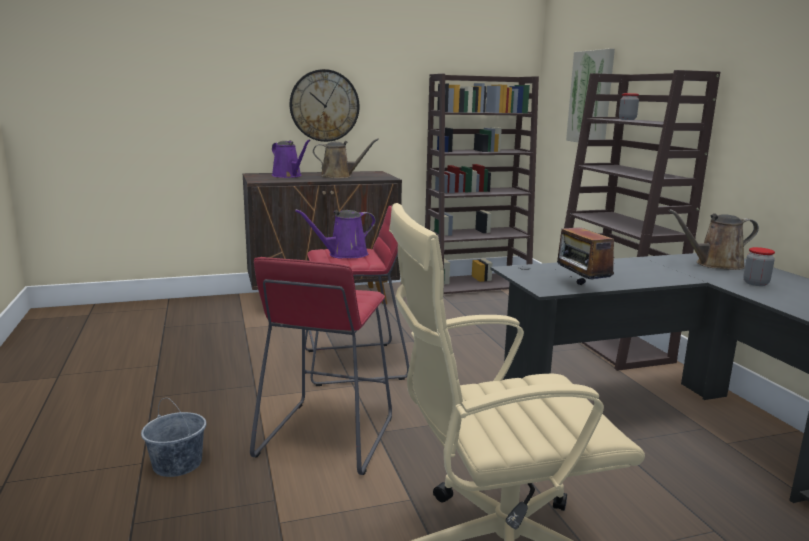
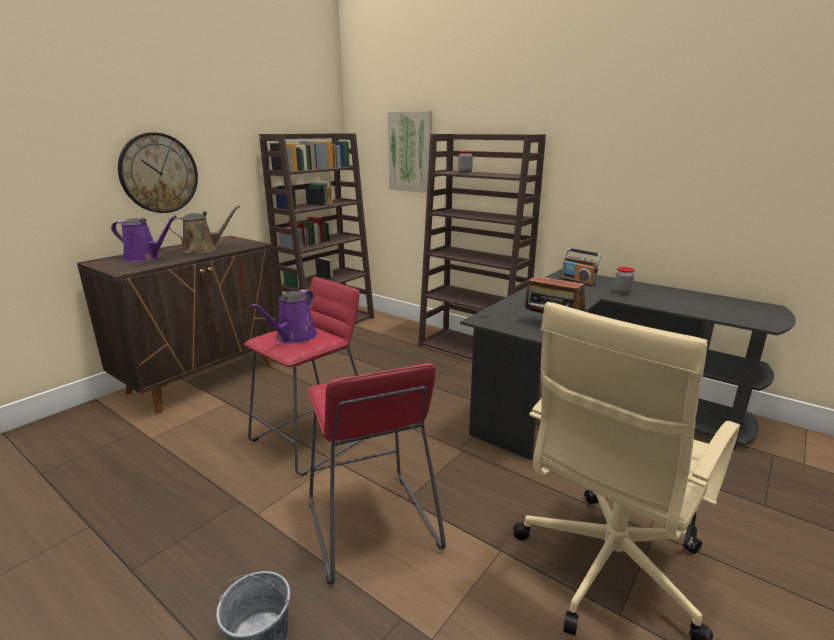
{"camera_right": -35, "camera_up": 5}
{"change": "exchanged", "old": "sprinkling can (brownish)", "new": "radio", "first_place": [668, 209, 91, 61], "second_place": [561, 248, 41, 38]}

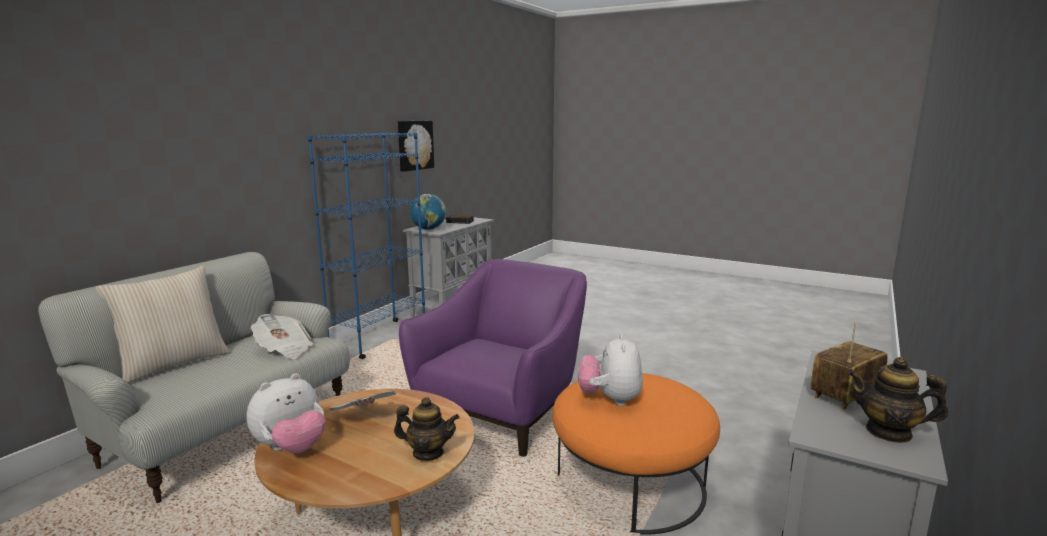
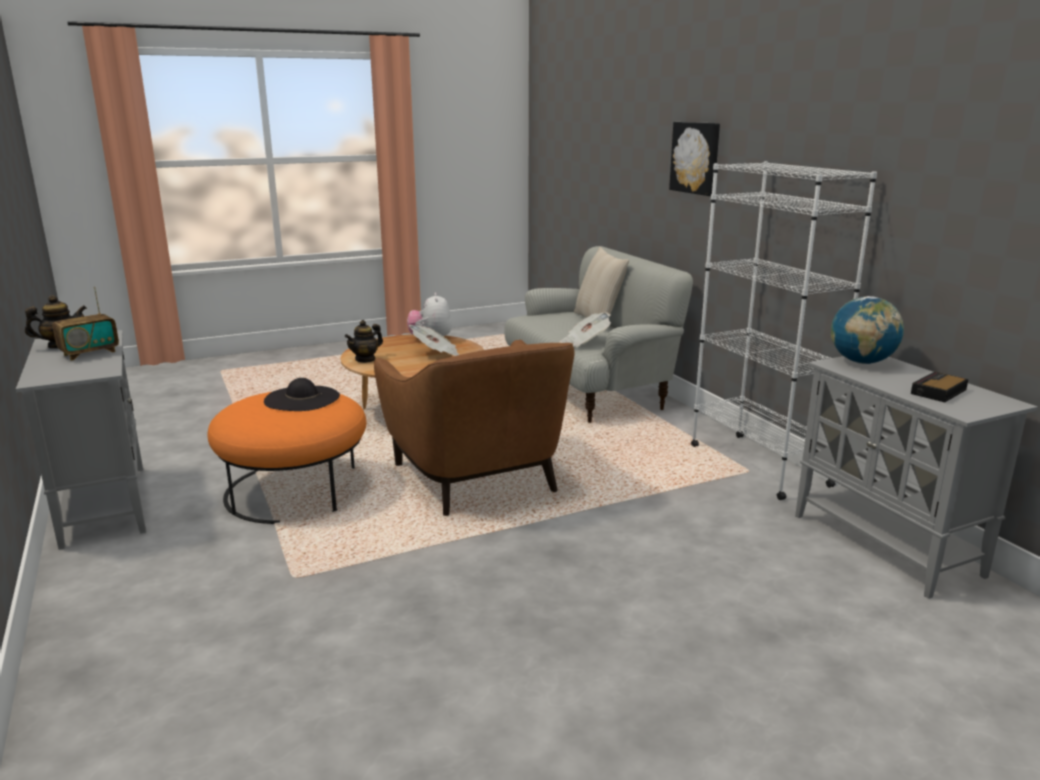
{"camera_right": 125, "camera_up": 5}
{"change": "relocated", "old": "wall art", "first_place": [398, 121, 36, 51], "second_place": [669, 122, 51, 74]}
{"change": "exchanged", "old": "soft toy", "new": "wearable hat (blackish)", "first_place": [578, 334, 65, 72], "second_place": [264, 378, 76, 33]}
{"change": "colour", "old": "bookcase (blue)", "new": "bookcase (white)", "first_place": [308, 132, 117, 227], "second_place": [691, 161, 186, 339]}
{"change": "colour", "old": "armchair (purple)", "new": "armchair (brownish)", "first_place": [399, 259, 188, 198], "second_place": [374, 340, 200, 176]}
{"change": "spun", "old": "radio", "first_place": [811, 323, 77, 87], "second_place": [53, 287, 66, 74], "degrees": 45}

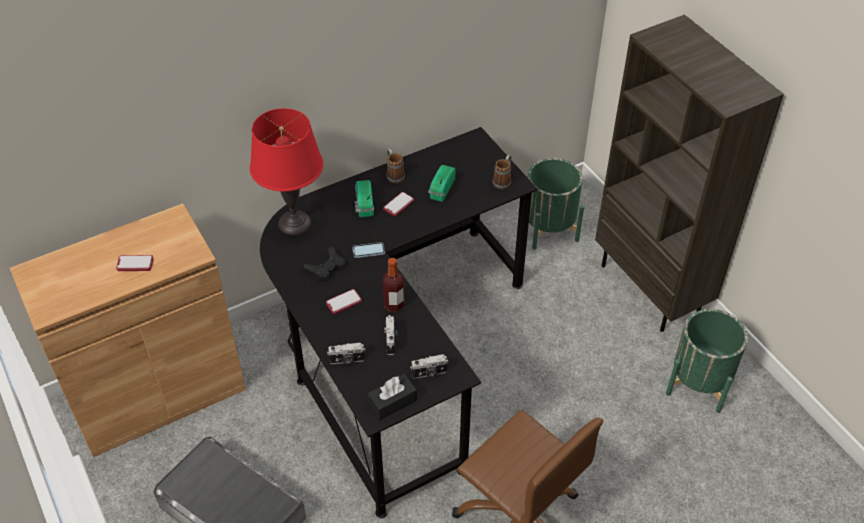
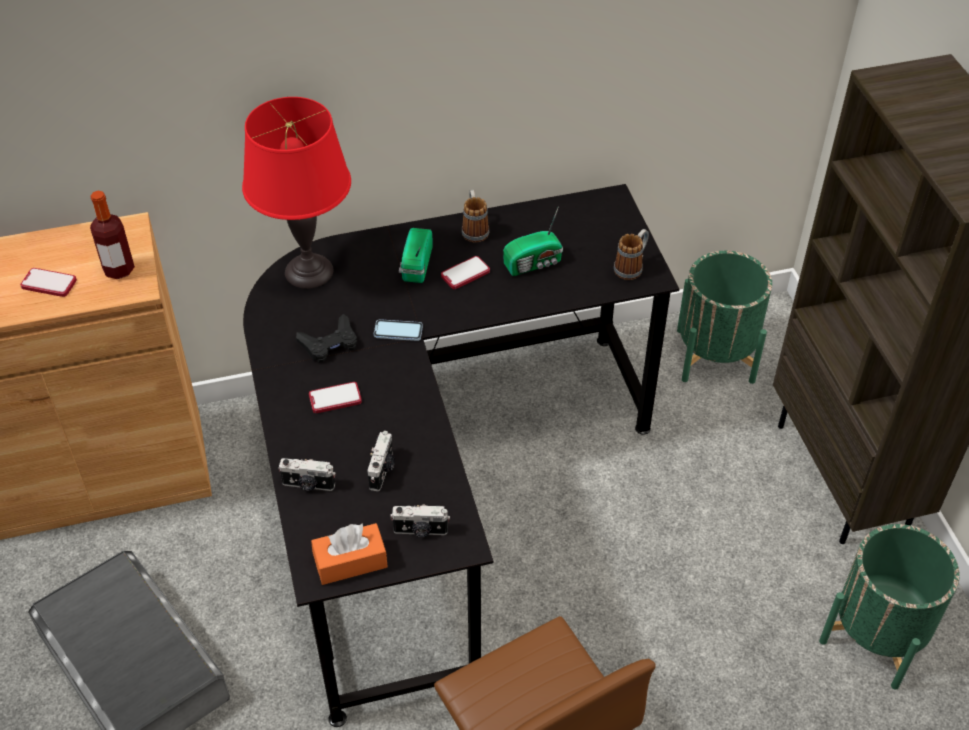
{"camera_right": 15, "camera_up": 0}
{"change": "relocated", "old": "beverage bottle", "first_place": [383, 258, 21, 54], "second_place": [90, 191, 45, 88]}
{"change": "colour", "old": "tissue holder (blackish)", "new": "tissue holder (orangey)", "first_place": [367, 374, 50, 46], "second_place": [311, 523, 77, 62]}
{"change": "spun", "old": "radio", "first_place": [428, 165, 28, 37], "second_place": [503, 206, 60, 70], "degrees": -150}

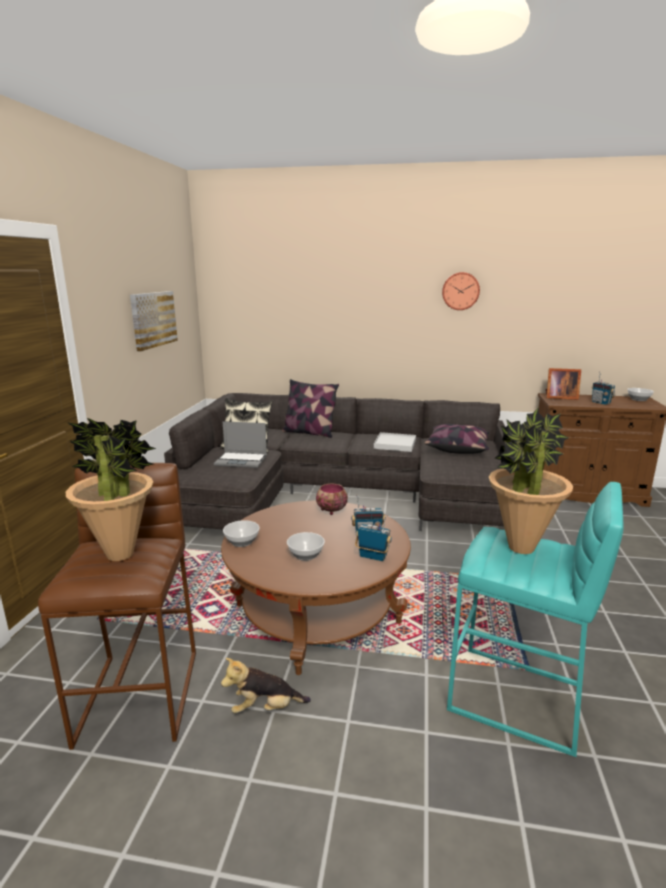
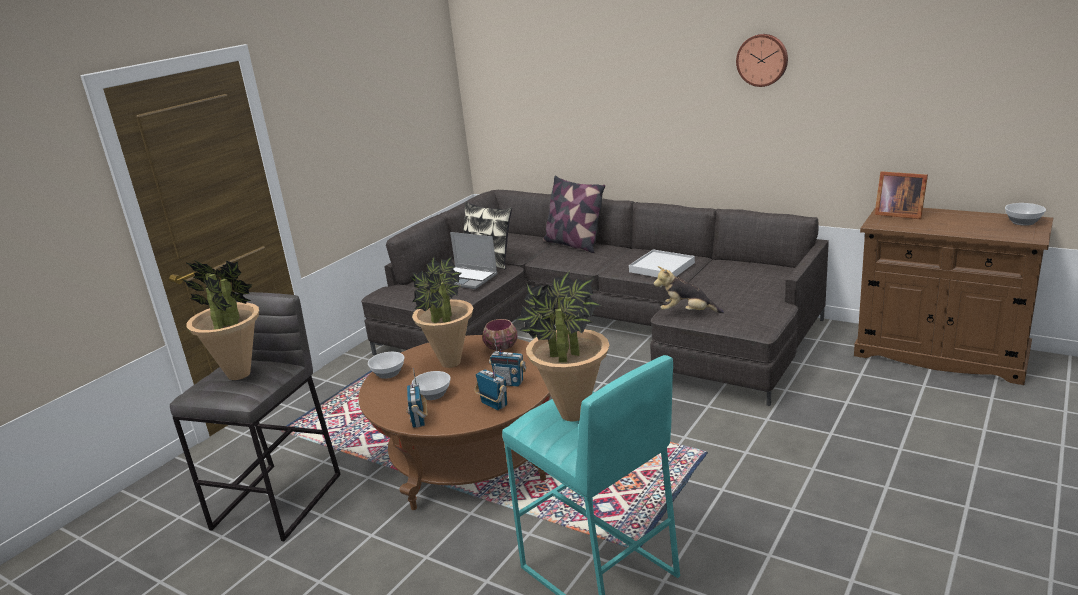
{"camera_right": 25, "camera_up": 5}
{"change": "missing", "old": "wall art", "first_place": [130, 291, 48, 60]}
{"change": "missing", "old": "pillow", "first_place": [424, 424, 66, 30]}
{"change": "appeared", "new": "houseplant", "second_place": [411, 257, 62, 111]}
{"change": "relocated", "old": "soft toy", "first_place": [221, 658, 90, 55], "second_place": [653, 266, 71, 47]}
{"change": "relocated", "old": "radio", "first_place": [592, 372, 23, 33], "second_place": [406, 368, 22, 60]}
{"change": "colour", "old": "stool (brownish)", "new": "stool (greyish)", "first_place": [38, 463, 158, 287], "second_place": [170, 292, 171, 249]}

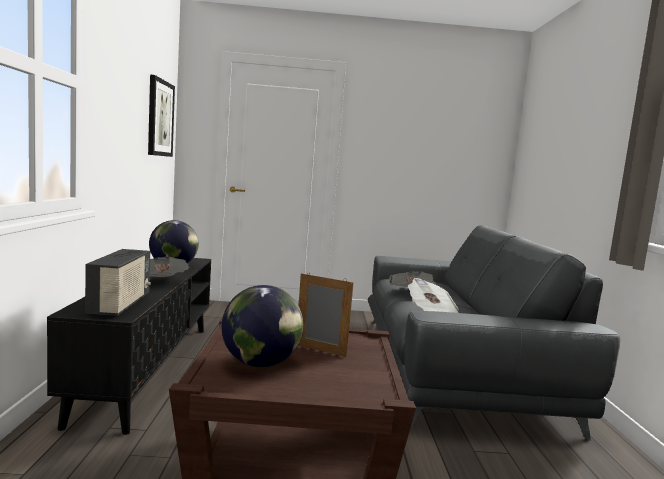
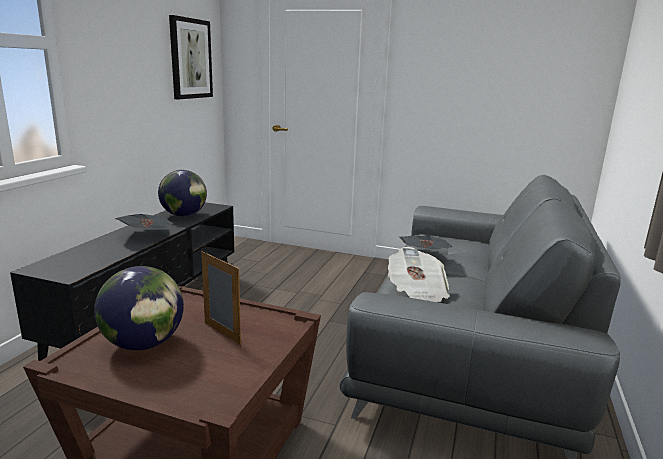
{"camera_right": 20, "camera_up": 10}
{"change": "missing", "old": "radio", "first_place": [85, 249, 66, 67]}

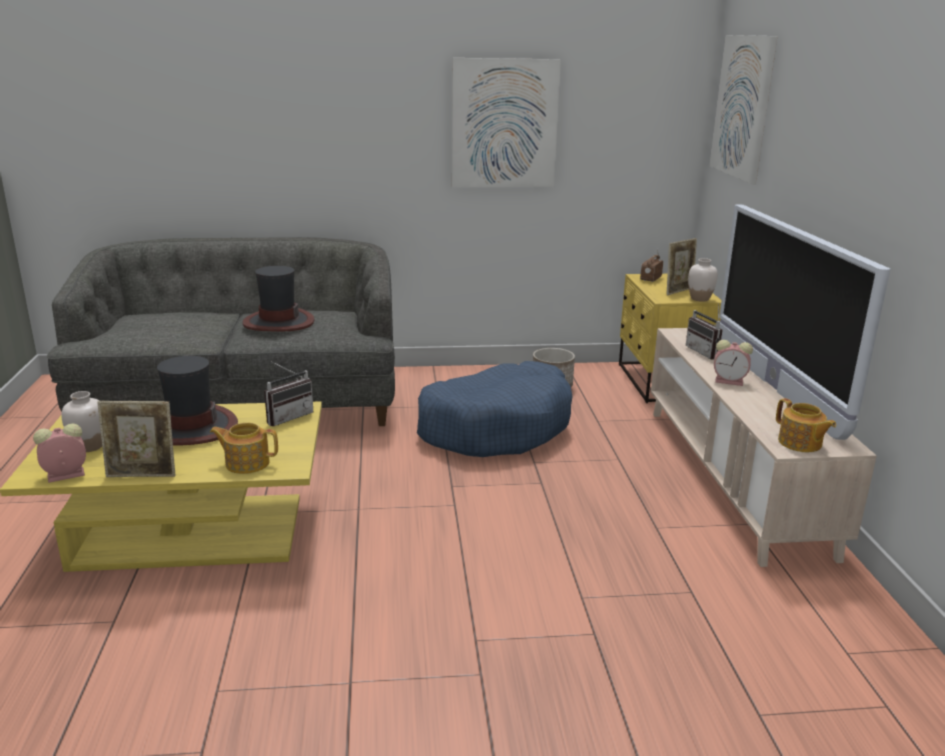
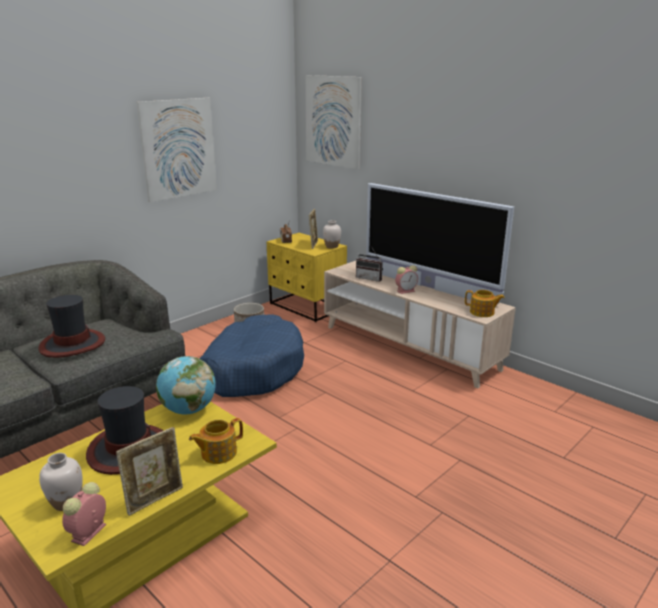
{"camera_right": -40, "camera_up": 0}
{"change": "exchanged", "old": "radio", "new": "world globe", "first_place": [264, 361, 49, 65], "second_place": [156, 356, 60, 58]}

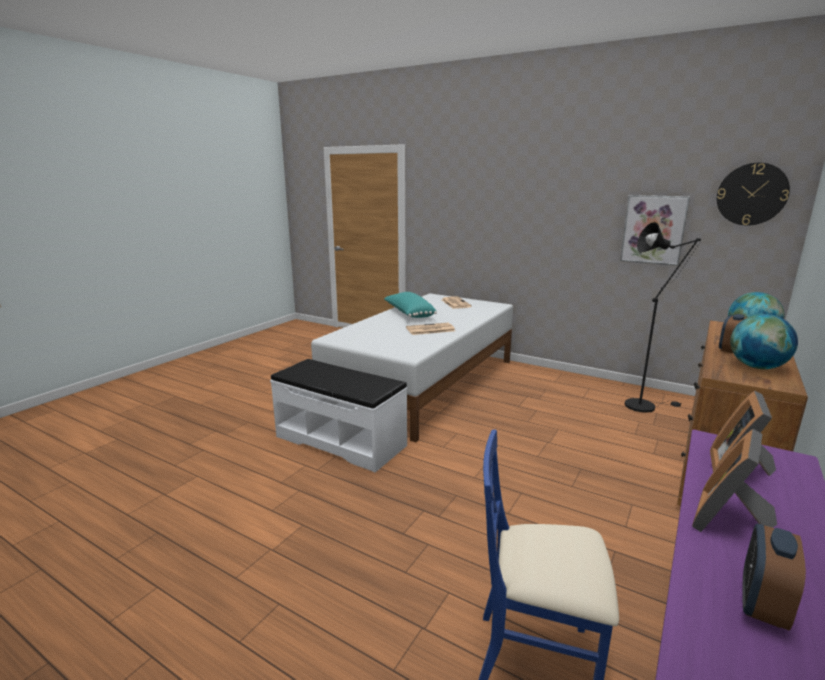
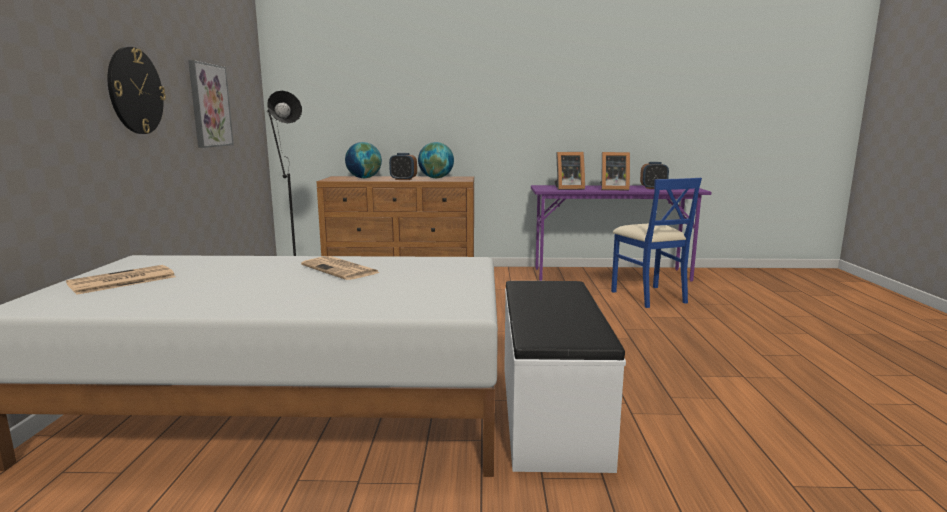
{"camera_right": -120, "camera_up": -5}
{"change": "missing", "old": "pillow (blue-green)", "first_place": [384, 292, 53, 26]}
{"change": "relocated", "old": "hanging clock", "first_place": [717, 163, 73, 63], "second_place": [108, 47, 58, 87]}

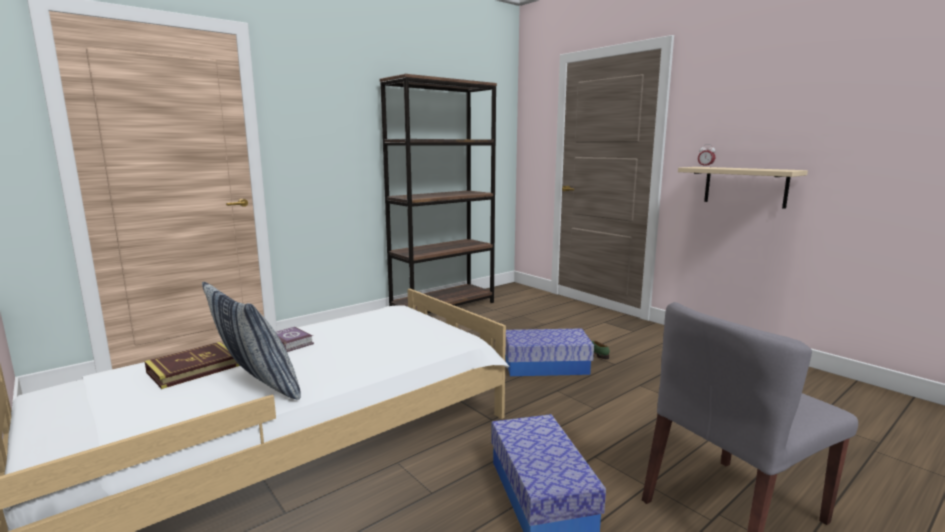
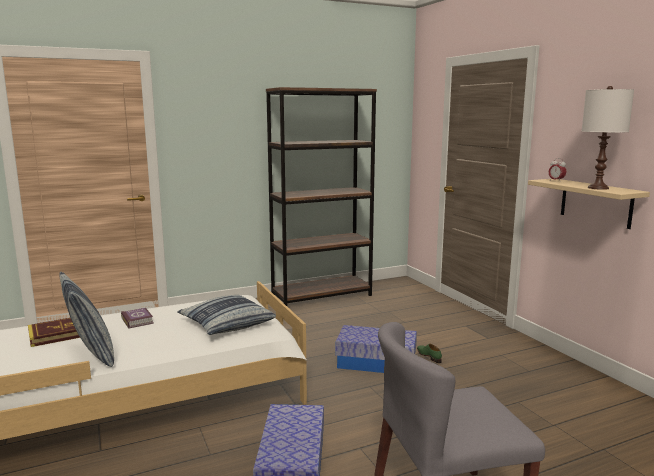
{"camera_right": 15, "camera_up": 0}
{"change": "appeared", "new": "pillow", "second_place": [177, 295, 99, 40]}
{"change": "appeared", "new": "lamp for a table (white)", "second_place": [582, 86, 52, 104]}

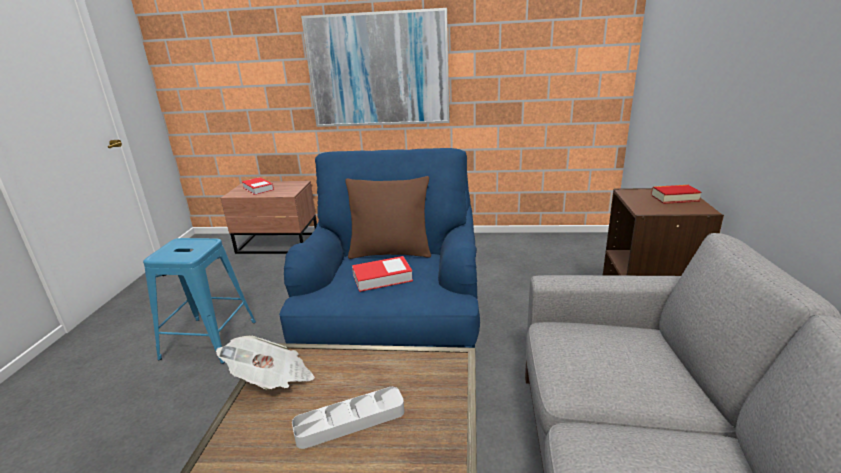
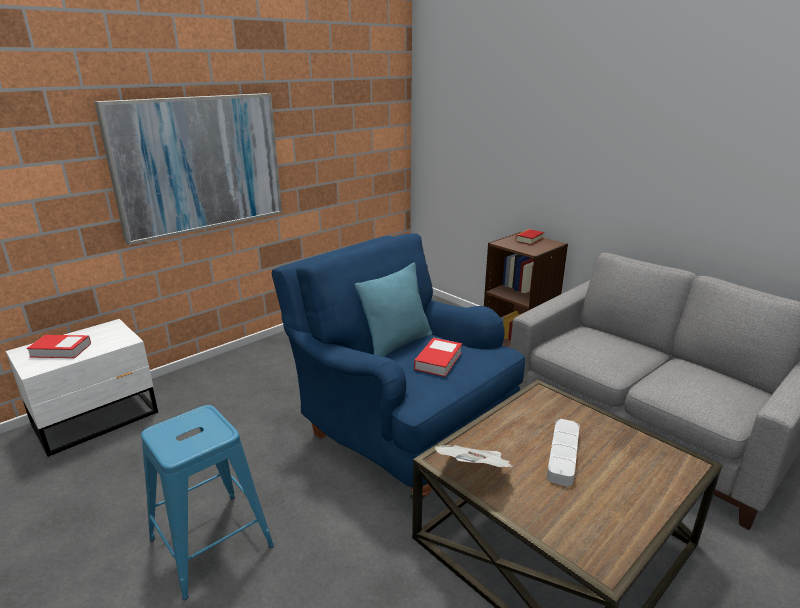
{"camera_right": -50, "camera_up": 0}
{"change": "colour", "old": "nightstand (brownish)", "new": "nightstand (white)", "first_place": [221, 181, 96, 73], "second_place": [6, 319, 152, 138]}
{"change": "colour", "old": "pillow (brownish)", "new": "pillow (blue-green)", "first_place": [345, 176, 86, 83], "second_place": [355, 263, 77, 94]}

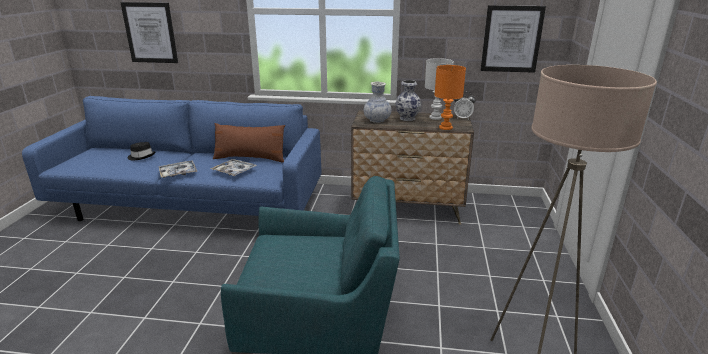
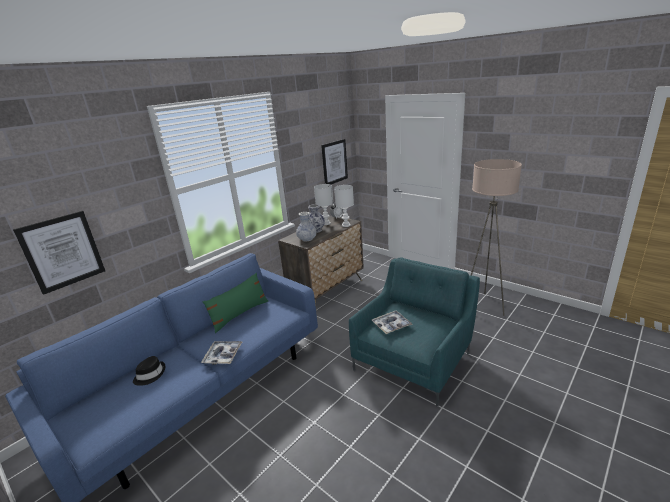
{"camera_right": -55, "camera_up": 0}
{"change": "relocated", "old": "carrying tray", "first_place": [210, 159, 47, 17], "second_place": [372, 311, 41, 23]}
{"change": "colour", "old": "pillow (brownish)", "new": "pillow (greenish)", "first_place": [213, 123, 72, 40], "second_place": [203, 273, 65, 60]}
{"change": "colour", "old": "lamp for a table (orangey)", "new": "lamp for a table (white)", "first_place": [435, 65, 31, 65], "second_place": [334, 185, 20, 42]}

